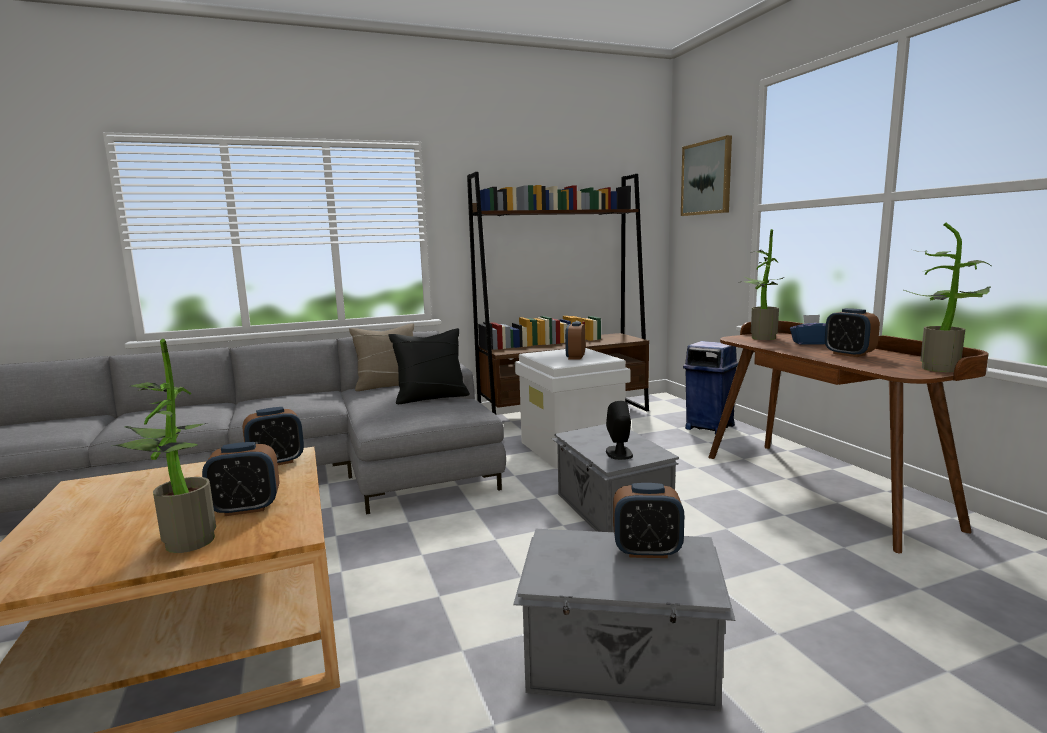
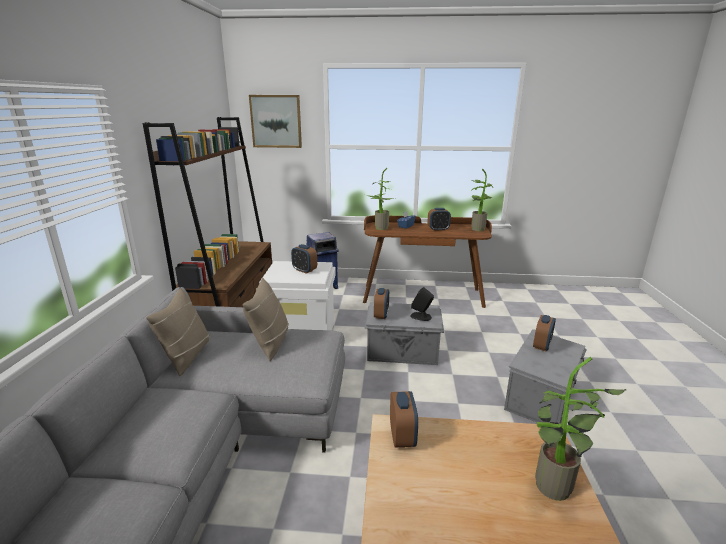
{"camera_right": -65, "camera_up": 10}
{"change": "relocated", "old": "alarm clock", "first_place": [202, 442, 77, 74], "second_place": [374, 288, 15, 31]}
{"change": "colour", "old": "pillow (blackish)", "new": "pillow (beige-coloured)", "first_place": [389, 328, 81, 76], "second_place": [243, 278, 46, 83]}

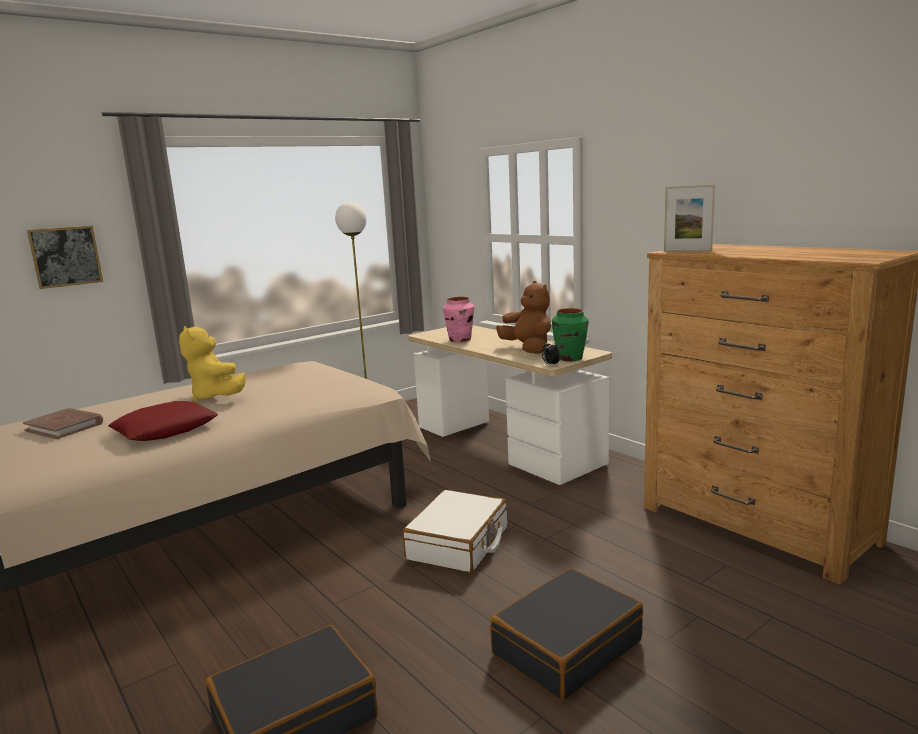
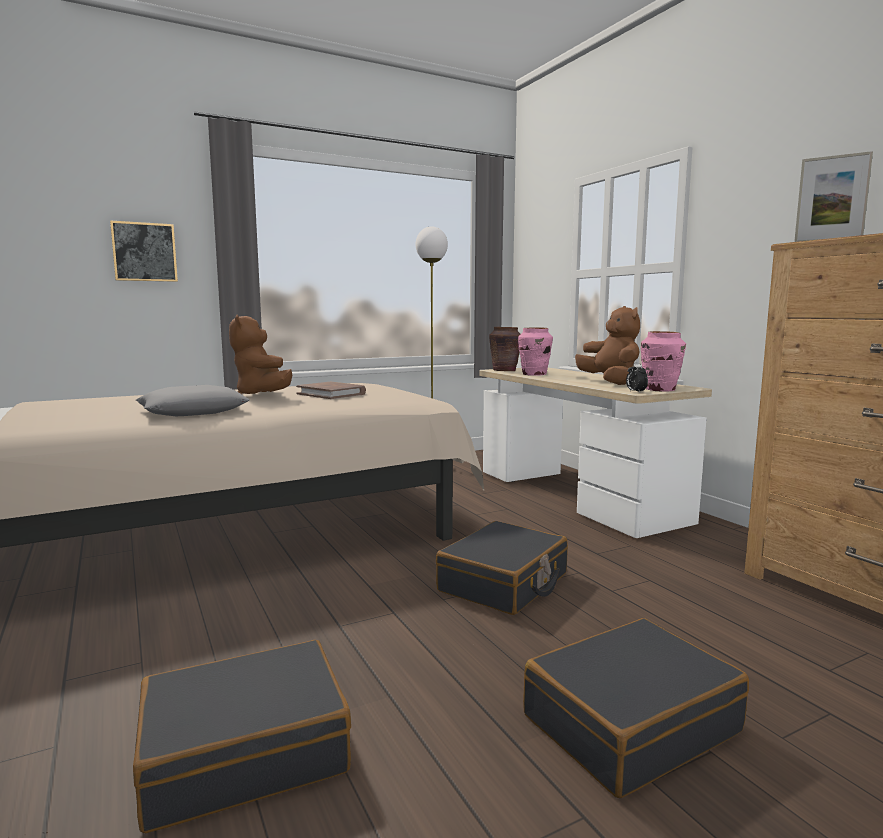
{"camera_right": 10, "camera_up": -5}
{"change": "appeared", "new": "flower vase (brownish)", "second_place": [489, 327, 31, 44]}
{"change": "relocated", "old": "book (brownish)", "first_place": [23, 408, 80, 31], "second_place": [296, 382, 70, 17]}
{"change": "colour", "old": "pillow (red-coloured)", "new": "pillow (greyish)", "first_place": [108, 401, 110, 40], "second_place": [136, 385, 114, 31]}
{"change": "colour", "old": "soft toy (yellow-coloured)", "new": "soft toy (brownish)", "first_place": [179, 326, 67, 76], "second_place": [229, 315, 64, 79]}
{"change": "colour", "old": "suitcase (white)", "new": "suitcase (blackish)", "first_place": [403, 490, 104, 83], "second_place": [436, 521, 132, 94]}
{"change": "colour", "old": "flower vase (greenish)", "new": "flower vase (pinkish)", "first_place": [552, 308, 37, 53], "second_place": [641, 331, 45, 61]}

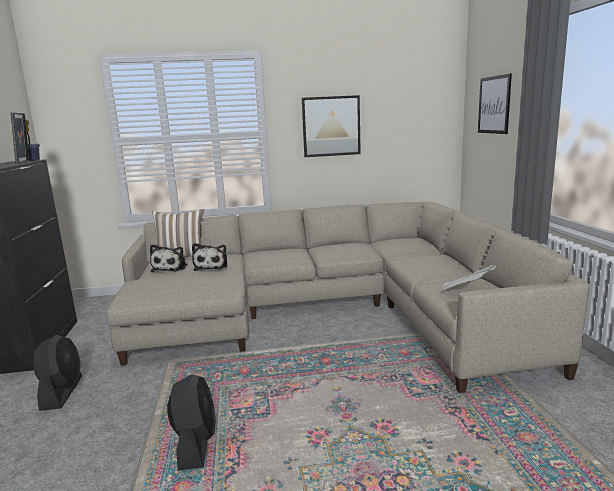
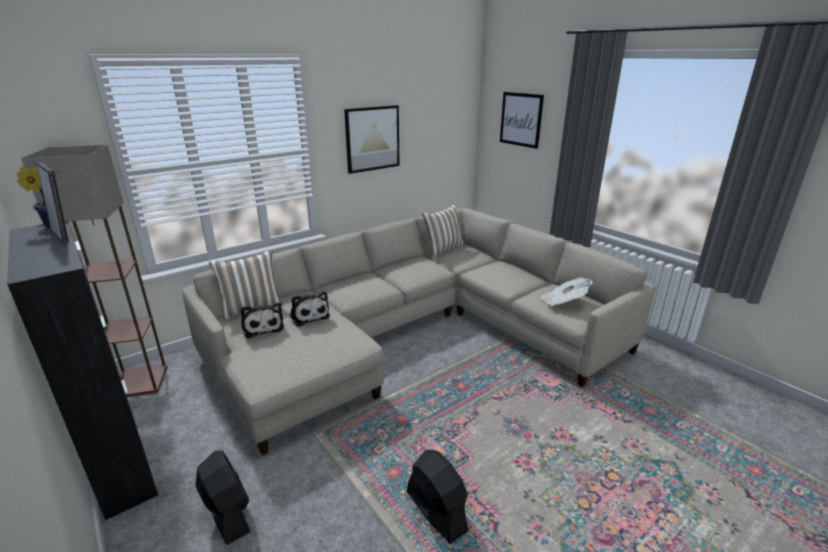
{"camera_right": -30, "camera_up": 10}
{"change": "appeared", "new": "standing lamp", "second_place": [21, 145, 147, 252]}
{"change": "appeared", "new": "pillow", "second_place": [422, 204, 42, 54]}

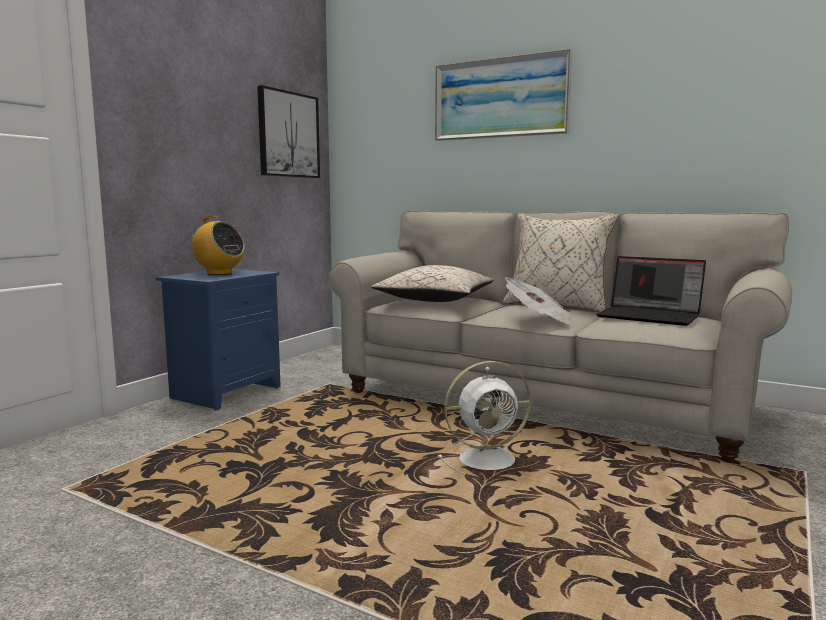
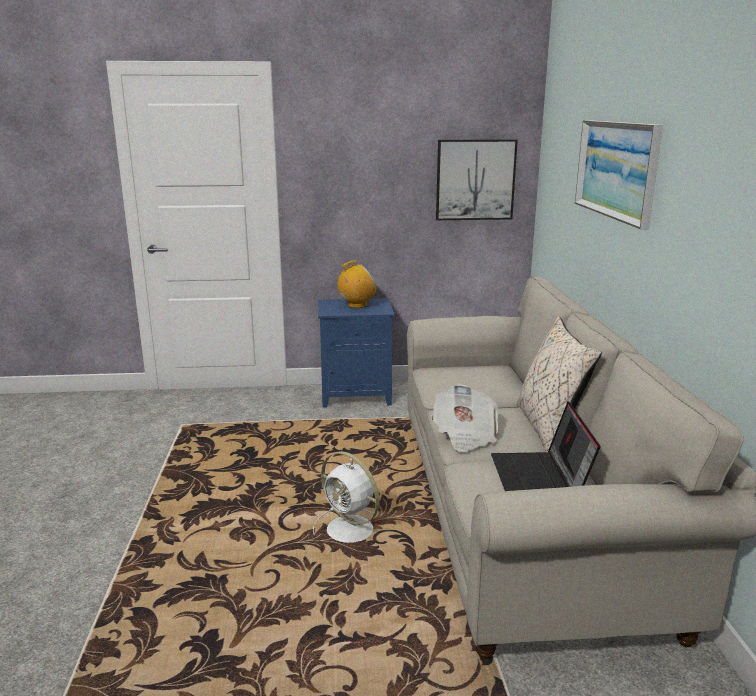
{"camera_right": 55, "camera_up": 10}
{"change": "missing", "old": "pillow (beige-coloured)", "first_place": [371, 265, 122, 37]}
{"change": "spun", "old": "radio", "first_place": [190, 215, 55, 60], "second_place": [337, 261, 40, 47], "degrees": -105}

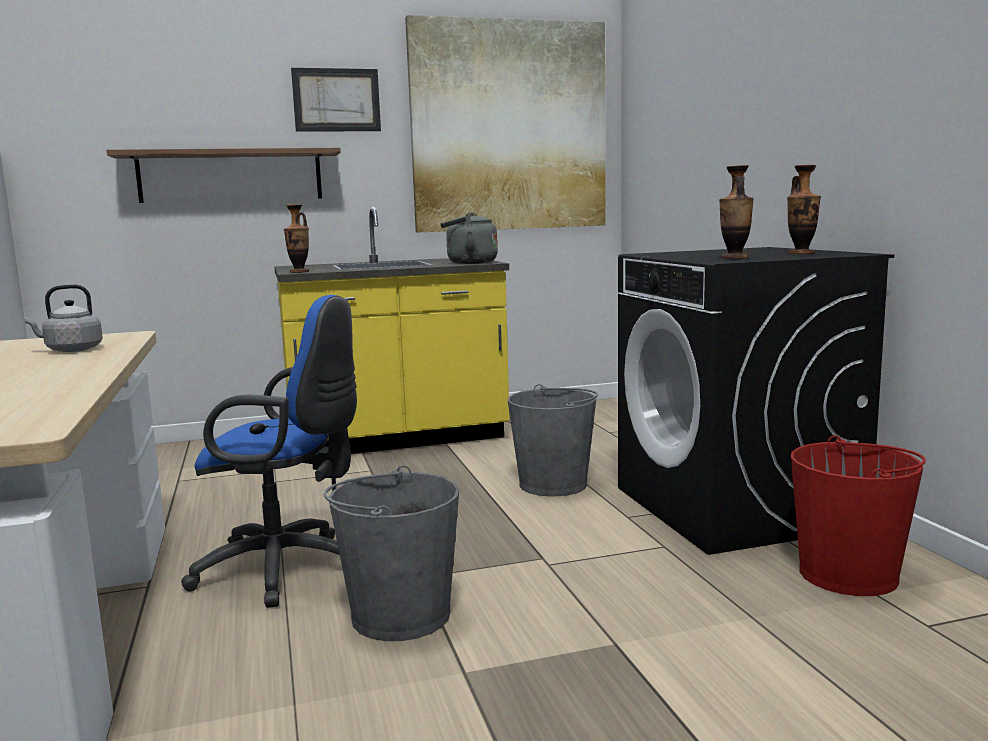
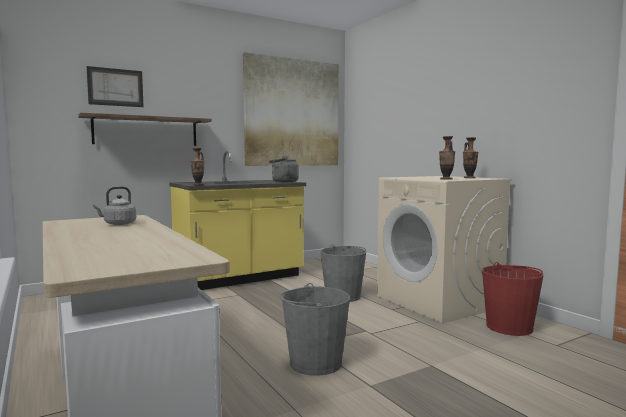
{"camera_right": -15, "camera_up": -5}
{"change": "missing", "old": "computer chair (blue)", "first_place": [181, 295, 176, 313]}
{"change": "relocated", "old": "wall art", "first_place": [291, 68, 90, 64], "second_place": [87, 66, 57, 41]}
{"change": "colour", "old": "washing machine (blackish)", "new": "washing machine (beige-coloured)", "first_place": [618, 247, 276, 308], "second_place": [377, 176, 135, 147]}

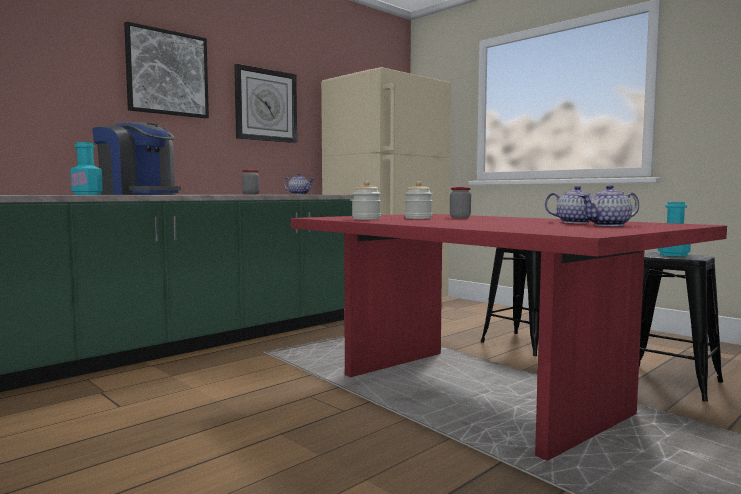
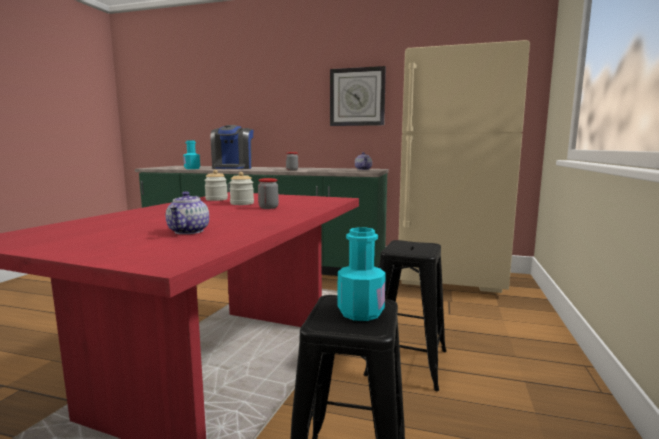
{"camera_right": 60, "camera_up": 5}
{"change": "missing", "old": "wall art", "first_place": [124, 21, 85, 97]}
{"change": "missing", "old": "pot for tea", "first_place": [580, 185, 59, 41]}

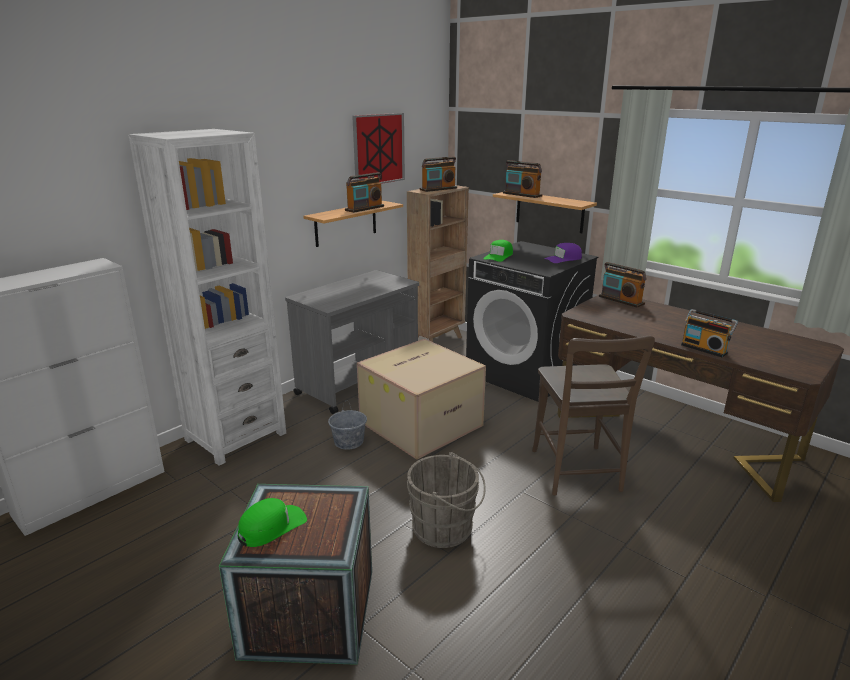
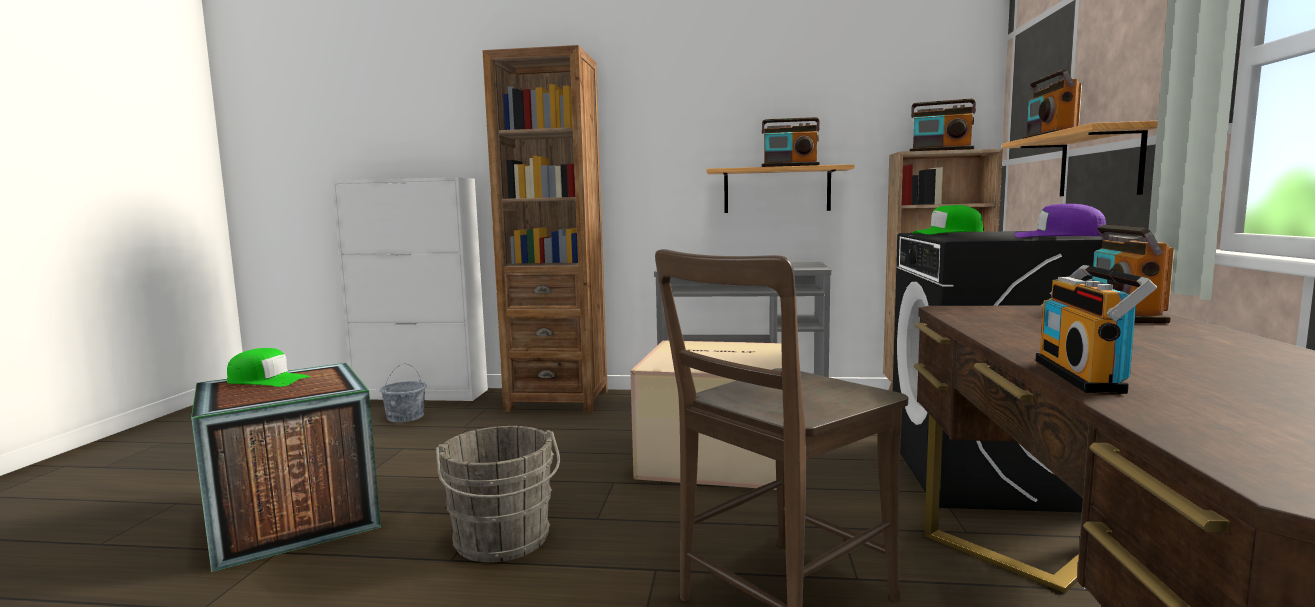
{"camera_right": 55, "camera_up": -15}
{"change": "missing", "old": "wall art", "first_place": [352, 113, 53, 71]}
{"change": "relocated", "old": "water bucket (greyish)", "first_place": [328, 401, 39, 49], "second_place": [379, 363, 48, 59]}
{"change": "colour", "old": "bookcase (white)", "new": "bookcase (brownish)", "first_place": [128, 129, 158, 337], "second_place": [483, 45, 125, 368]}

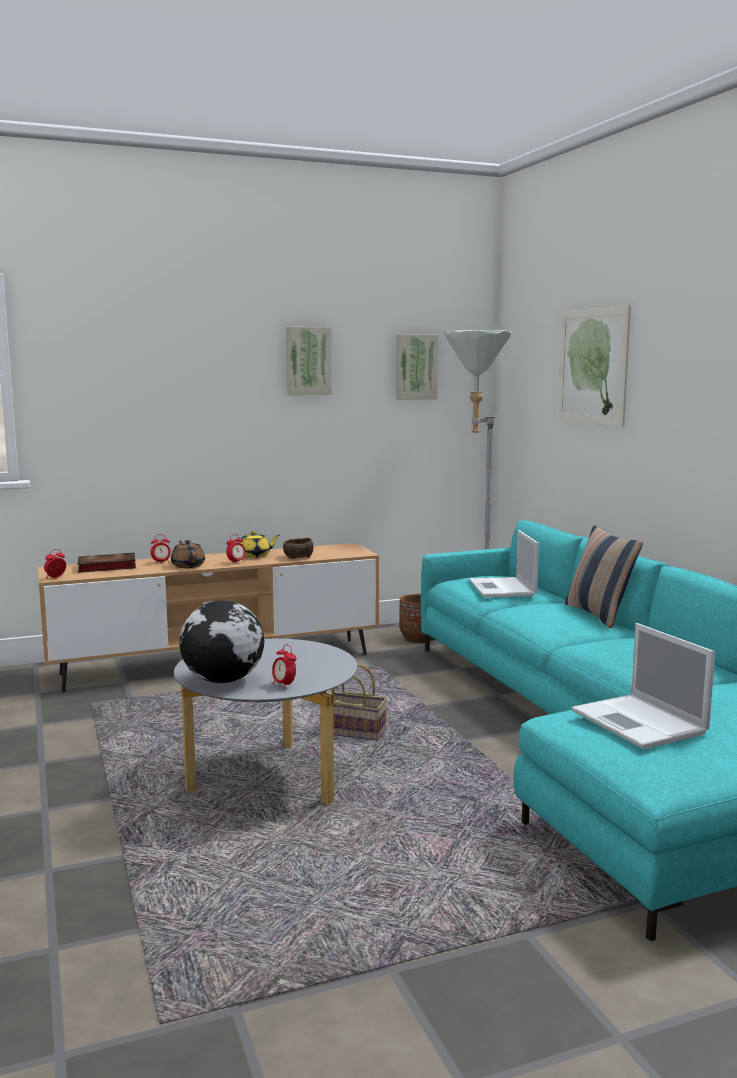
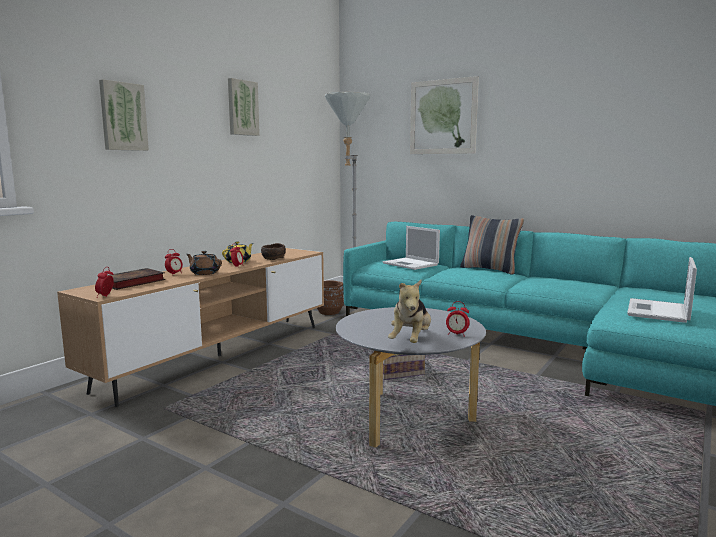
{"camera_right": -35, "camera_up": 0}
{"change": "relocated", "old": "wall art", "first_place": [396, 334, 43, 66], "second_place": [99, 79, 50, 72]}
{"change": "exchanged", "old": "world globe", "new": "soft toy", "first_place": [179, 601, 85, 82], "second_place": [388, 279, 43, 64]}
{"change": "spun", "old": "notebook computer", "first_place": [572, 623, 143, 126], "second_place": [627, 257, 70, 66], "degrees": 90}

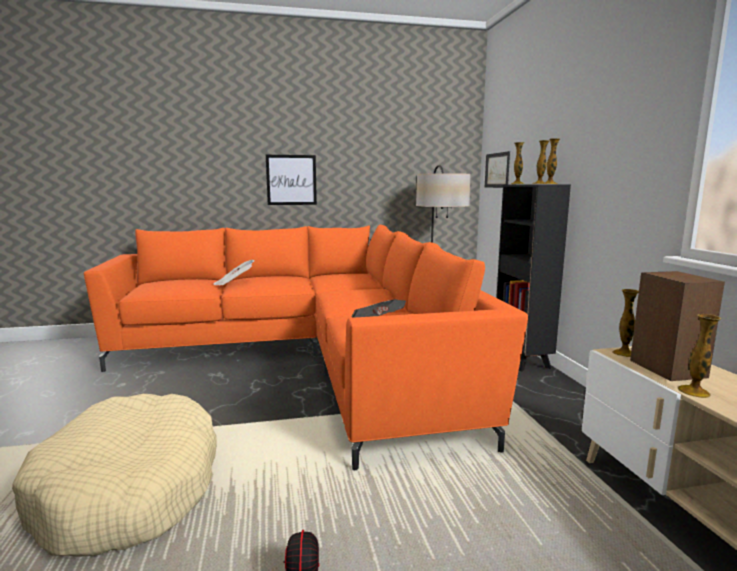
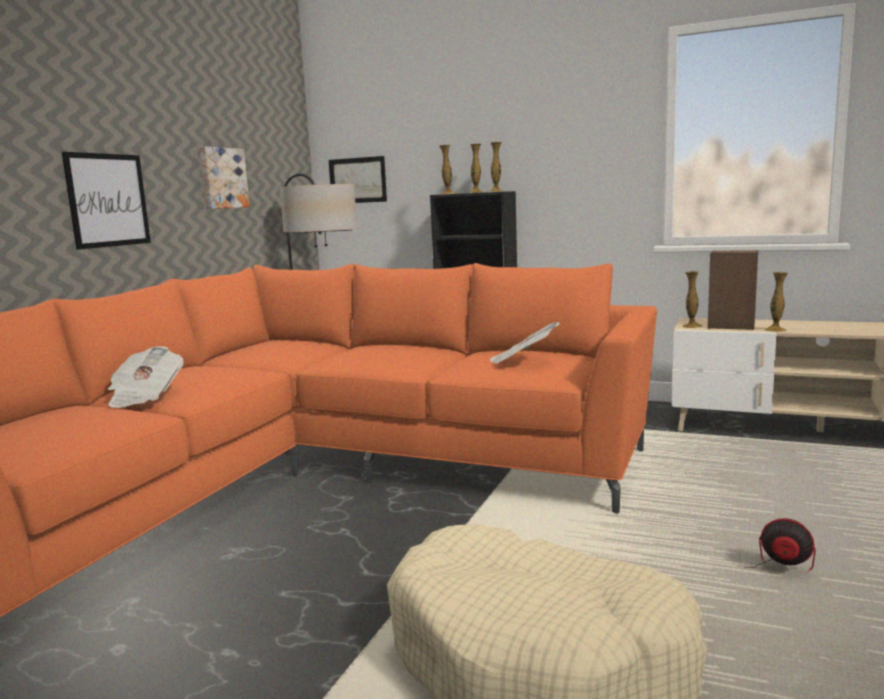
{"camera_right": -55, "camera_up": 0}
{"change": "appeared", "new": "wall art", "second_place": [200, 146, 50, 63]}

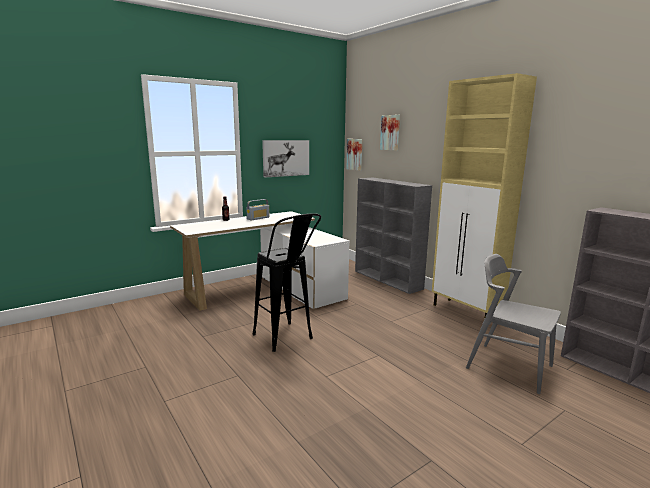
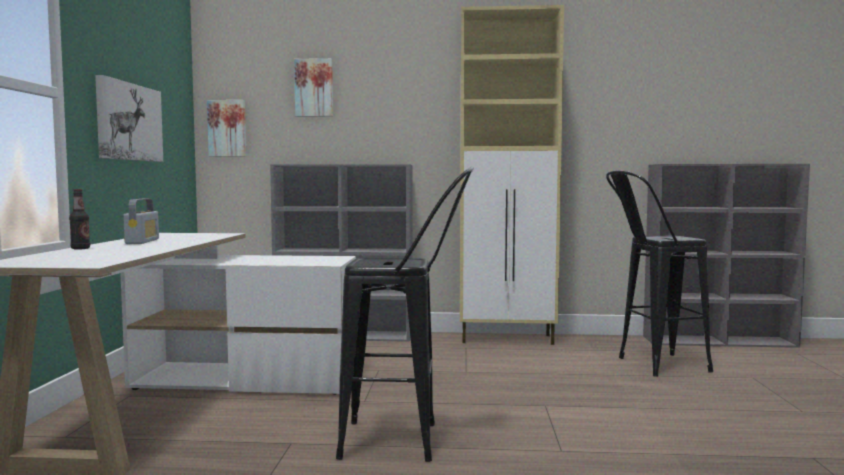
{"camera_right": -50, "camera_up": -10}
{"change": "exchanged", "old": "plain chair (greyish)", "new": "stool (blackish)", "first_place": [466, 254, 95, 140], "second_place": [606, 171, 107, 206]}

